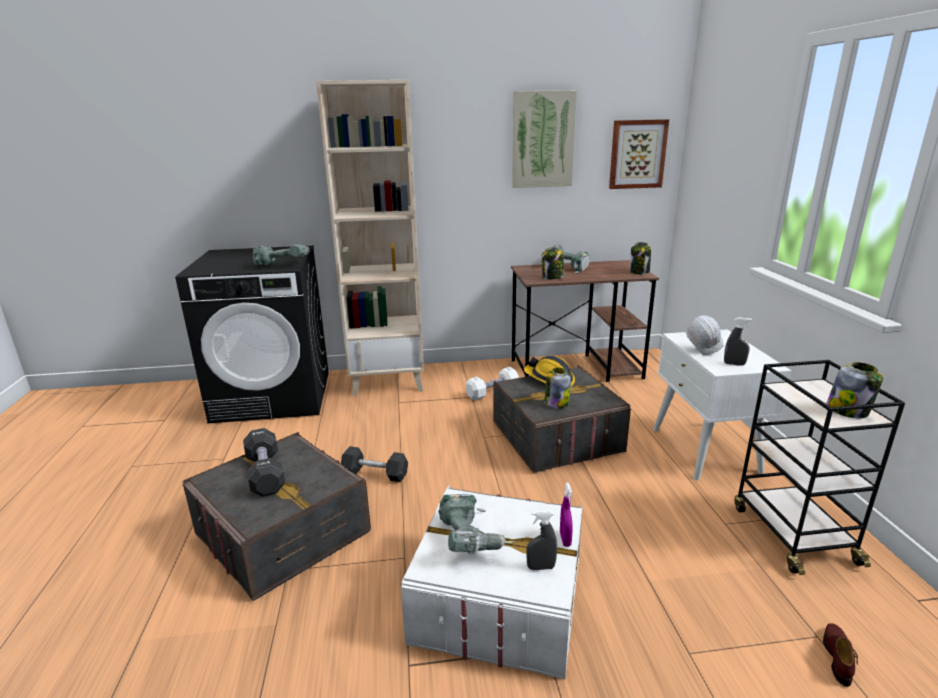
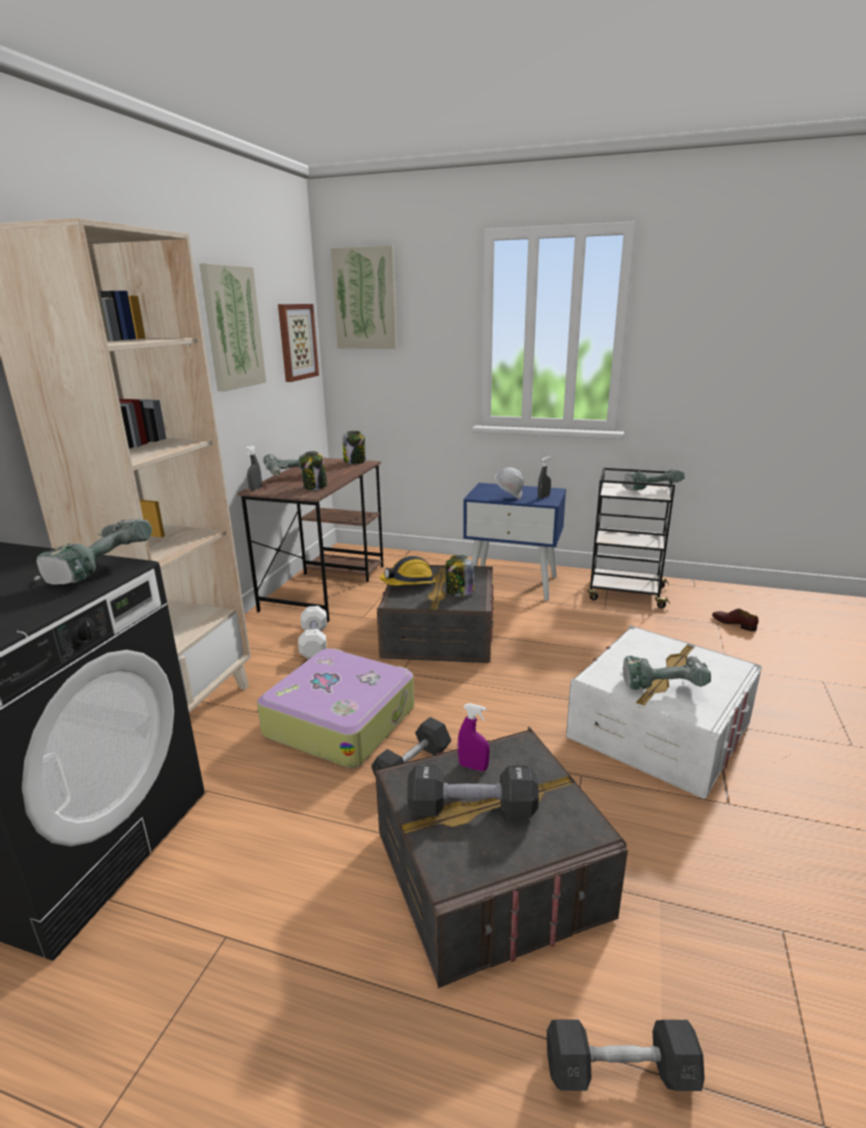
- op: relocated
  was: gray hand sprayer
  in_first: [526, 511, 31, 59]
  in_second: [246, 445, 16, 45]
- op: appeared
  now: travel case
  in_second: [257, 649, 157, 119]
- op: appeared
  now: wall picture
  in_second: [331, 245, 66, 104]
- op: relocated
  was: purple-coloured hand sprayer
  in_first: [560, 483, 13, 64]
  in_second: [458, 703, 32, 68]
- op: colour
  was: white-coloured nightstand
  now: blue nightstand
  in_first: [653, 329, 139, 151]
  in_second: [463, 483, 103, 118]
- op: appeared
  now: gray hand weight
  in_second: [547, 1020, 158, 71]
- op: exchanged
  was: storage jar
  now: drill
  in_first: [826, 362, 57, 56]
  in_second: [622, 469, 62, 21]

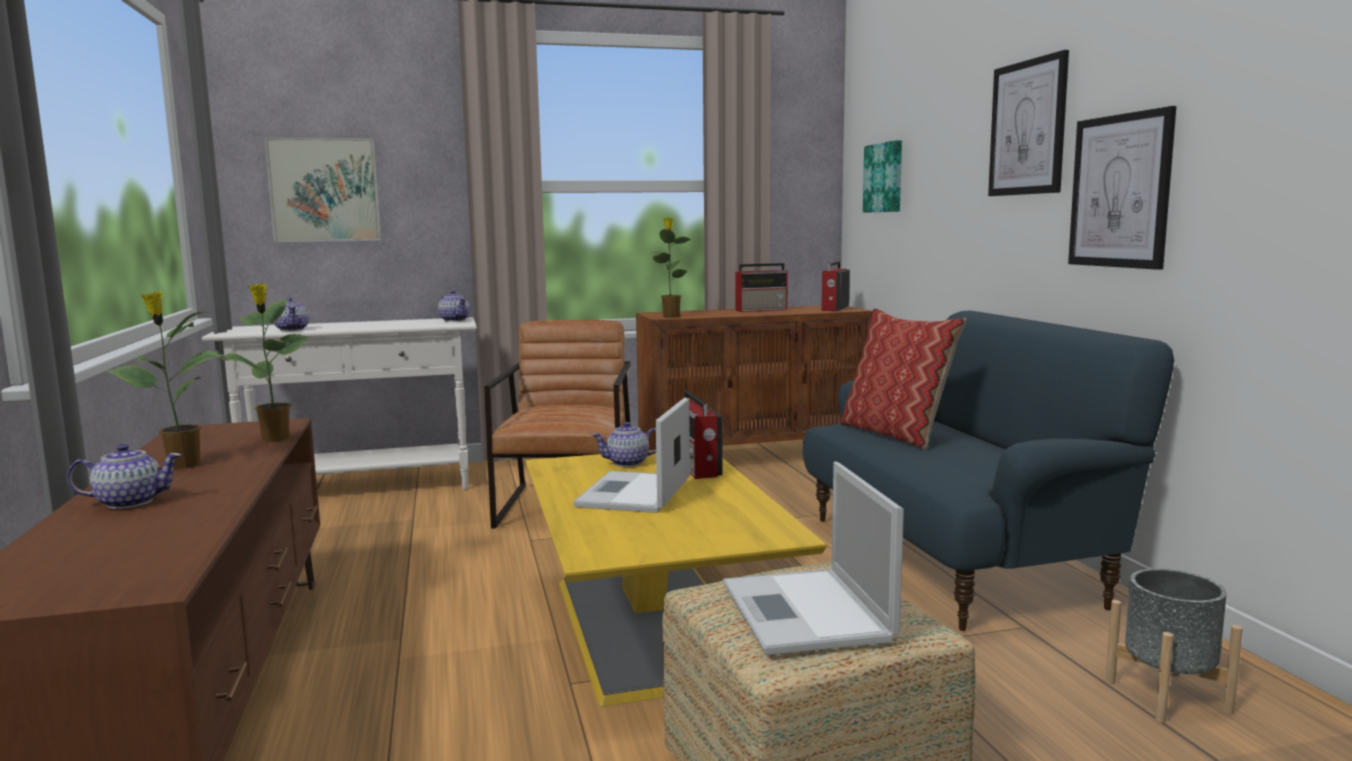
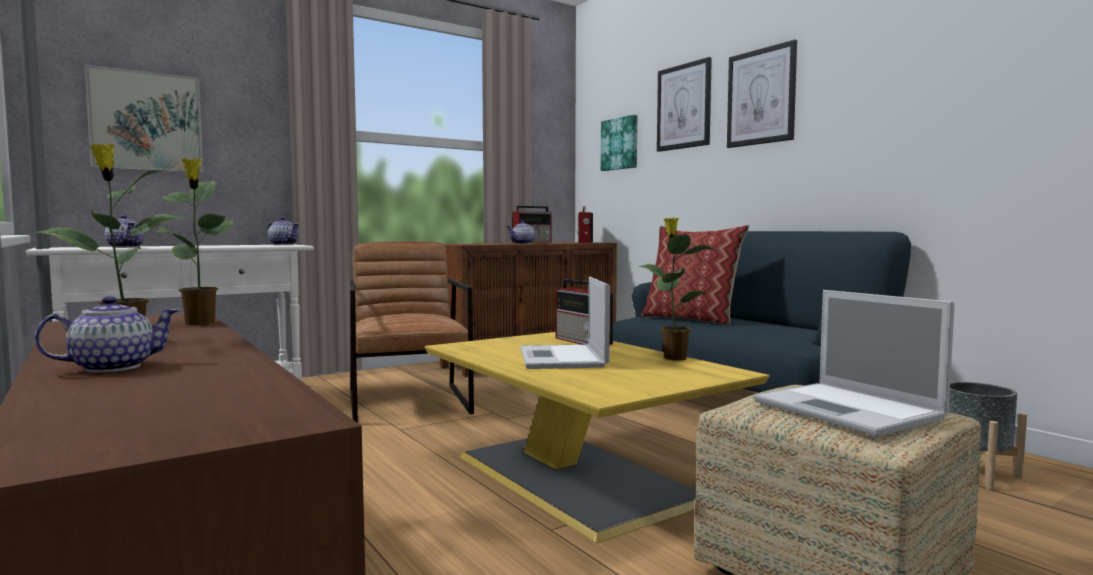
- op: relocated
  was: pot for tea
  in_first: [592, 422, 64, 45]
  in_second: [506, 221, 34, 23]
- op: relocated
  was: plant in a pot
  in_first: [650, 217, 42, 101]
  in_second: [639, 217, 76, 143]
- op: relocated
  was: wall picture
  in_first: [1068, 106, 108, 164]
  in_second: [657, 57, 55, 95]

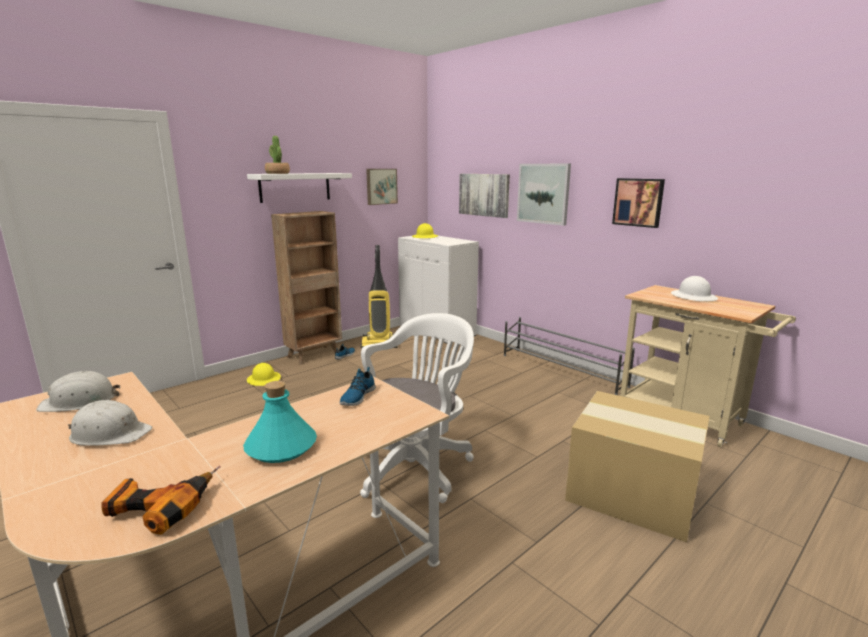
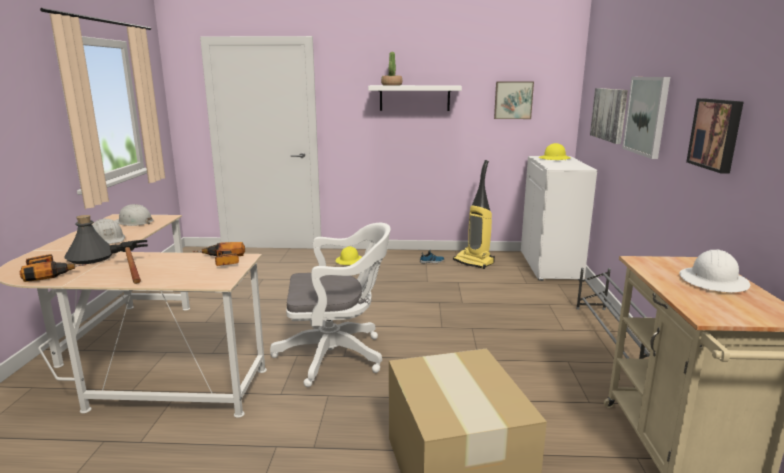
- op: appeared
  now: gray drink bottle
  in_second: [64, 215, 49, 49]
- op: exchanged
  was: turquoise drink bottle
  now: hand hammer
  in_first: [243, 381, 74, 82]
  in_second: [110, 240, 38, 44]
- op: exchanged
  was: low shoe
  now: drill
  in_first: [339, 367, 37, 39]
  in_second: [192, 242, 53, 24]
- op: missing
  was: brown-coloured bookshelf
  in_first: [271, 211, 71, 153]

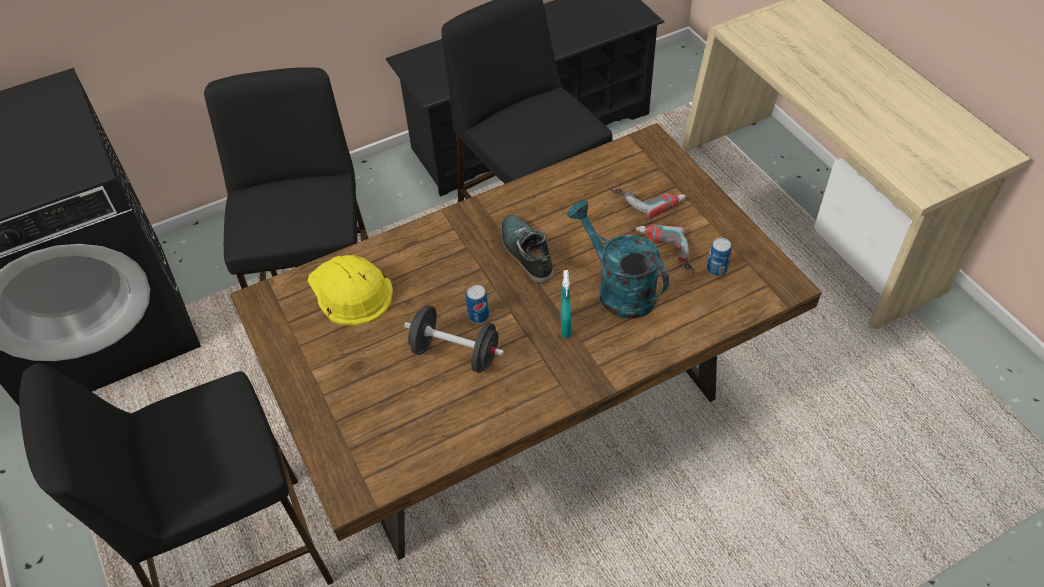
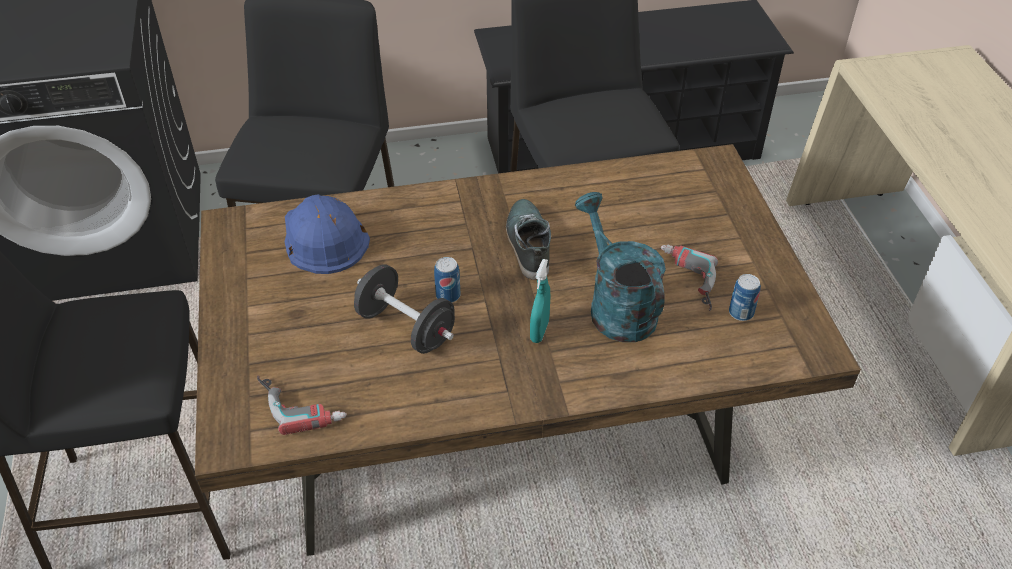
- op: relocated
  was: drill
  in_first: [609, 188, 77, 31]
  in_second: [257, 375, 90, 60]
- op: colour
  was: yellow hard hat
  now: blue hard hat
  in_first: [308, 255, 85, 71]
  in_second: [285, 194, 85, 80]

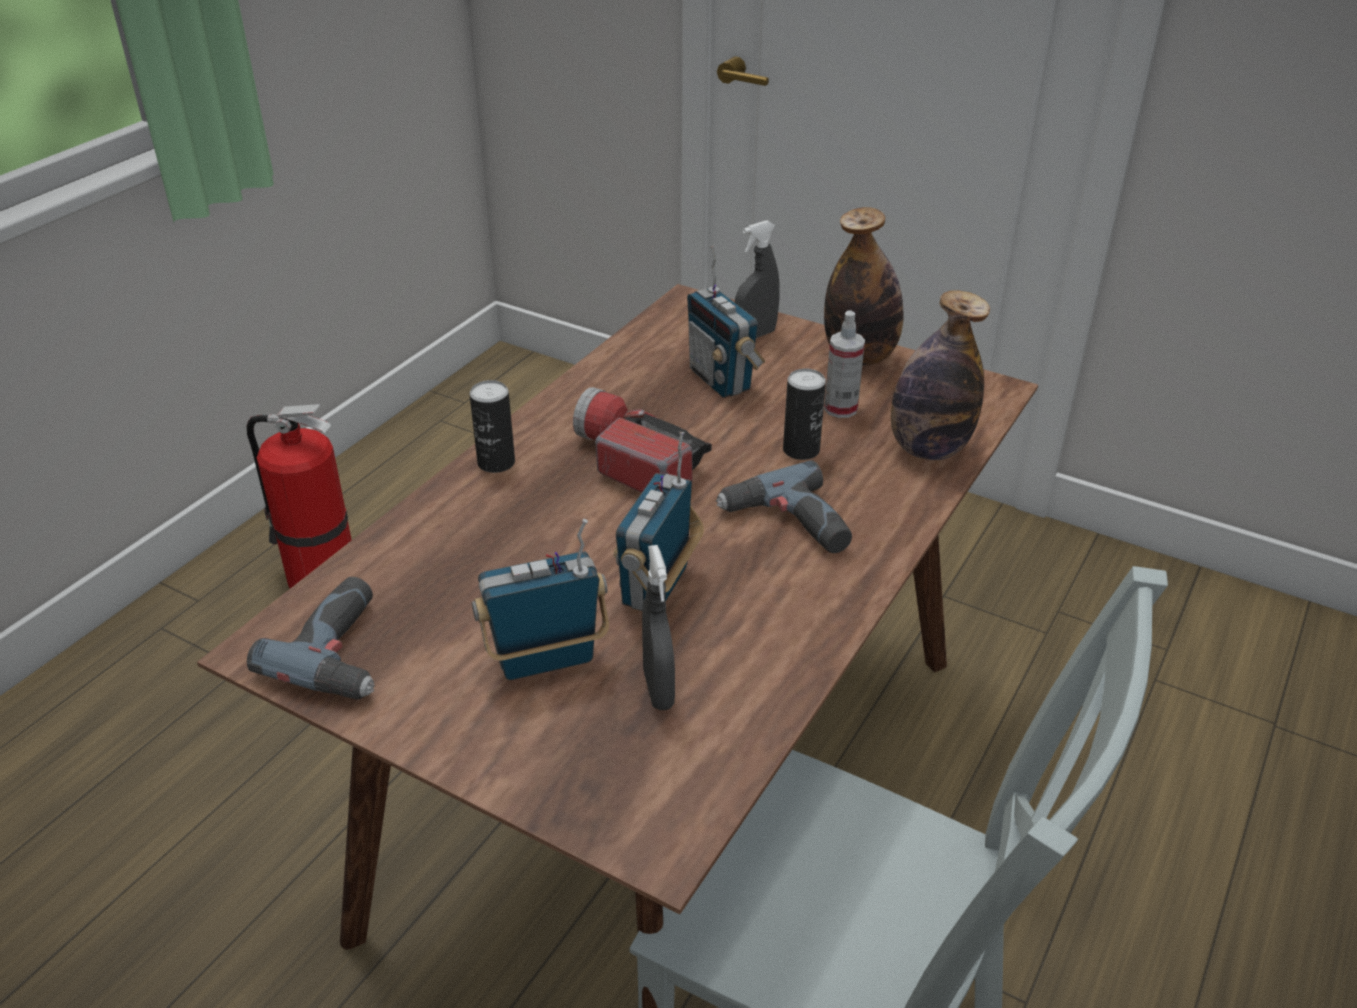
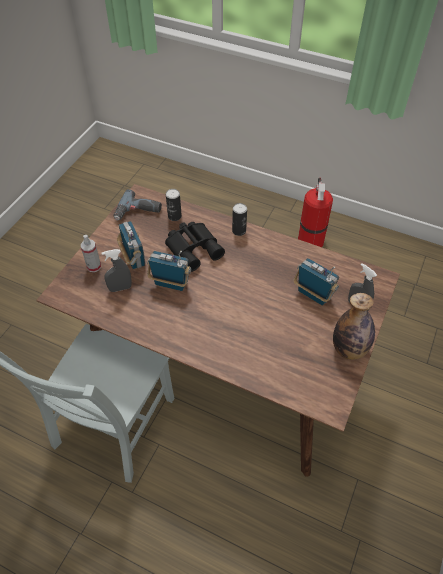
- op: relocated
  was: hand sprayer
  in_first: [824, 311, 41, 107]
  in_second: [81, 235, 20, 37]
- op: appeared
  now: black binoculars
  in_second: [165, 222, 60, 50]
- op: relocated
  was: metal can
  in_first: [783, 369, 43, 91]
  in_second: [166, 189, 16, 32]
- op: spun
  was: radio
  in_first: [687, 246, 78, 152]
  in_second: [294, 258, 45, 48]
  clockwise: 75
- op: missing
  was: flashlight
  in_first: [573, 387, 139, 106]
- op: missing
  was: drill
  in_first: [716, 460, 136, 93]
- op: missing
  was: drink bottle
  in_first: [891, 290, 99, 170]

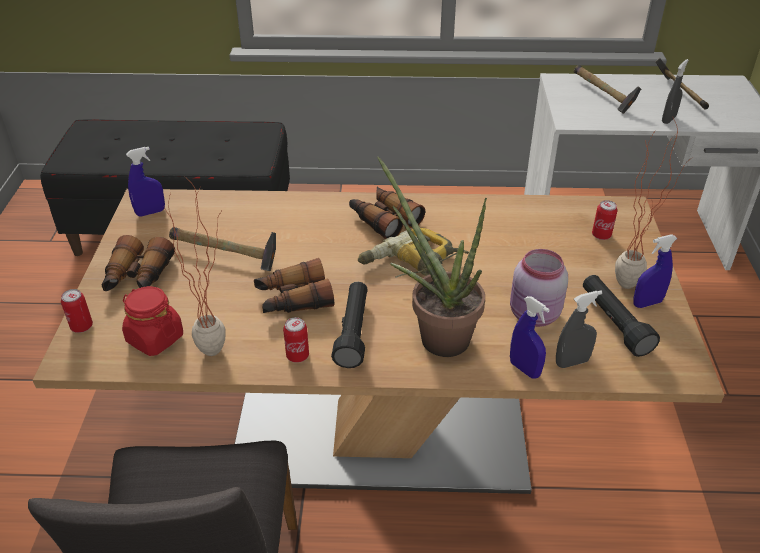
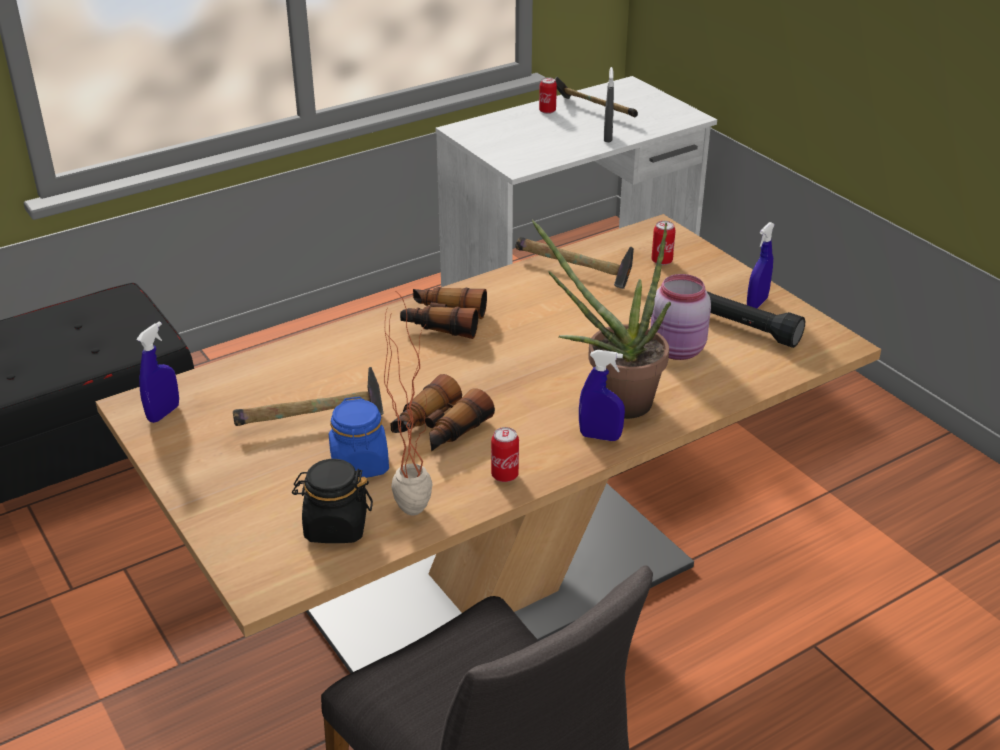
- op: colour
  was: red-coloured storage jar
  now: black storage jar
  in_first: [122, 286, 61, 70]
  in_second: [292, 459, 81, 84]
- op: appeared
  now: blue storage jar
  in_second: [329, 397, 60, 81]
- op: relocated
  was: hand hammer
  in_first: [574, 65, 67, 49]
  in_second: [515, 237, 119, 52]
- op: relocated
  was: metal can
  in_first: [61, 289, 32, 44]
  in_second: [539, 77, 18, 37]
- op: relocated
  was: blue hand sprayer
  in_first: [510, 296, 40, 82]
  in_second: [579, 350, 46, 91]
- op: missing
  was: binoculars
  in_first: [101, 235, 74, 56]
- op: missing
  was: black flashlight
  in_first: [331, 282, 37, 86]
- op: missing
  was: drill
  in_first: [358, 228, 111, 50]
- op: missing
  was: gray hand sprayer
  in_first: [556, 290, 46, 78]
- op: missing
  was: plant in a pot
  in_first: [615, 116, 77, 173]

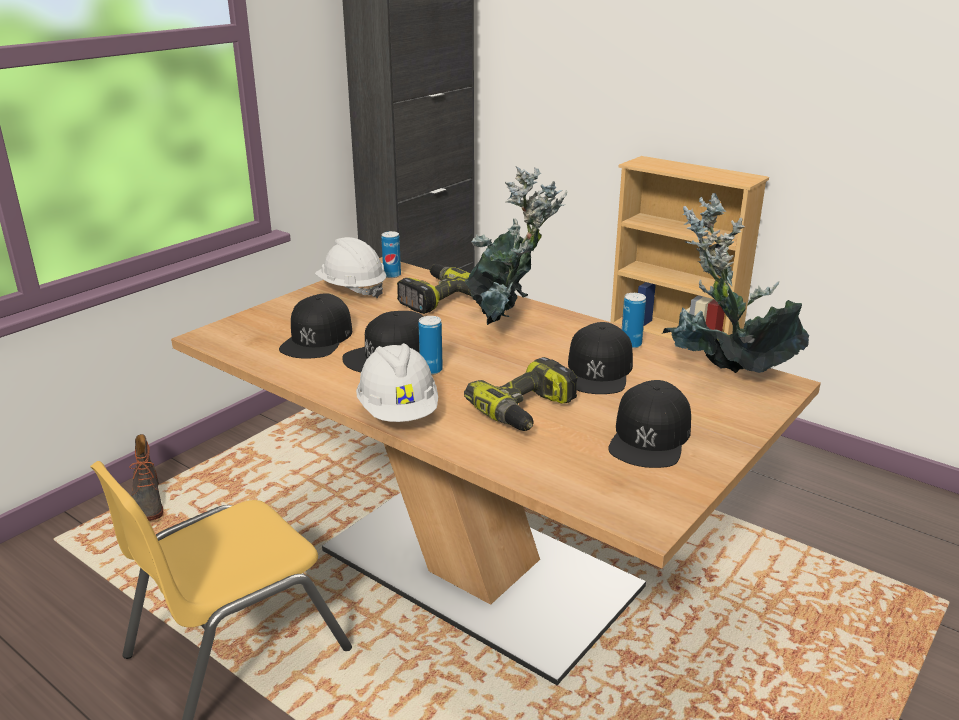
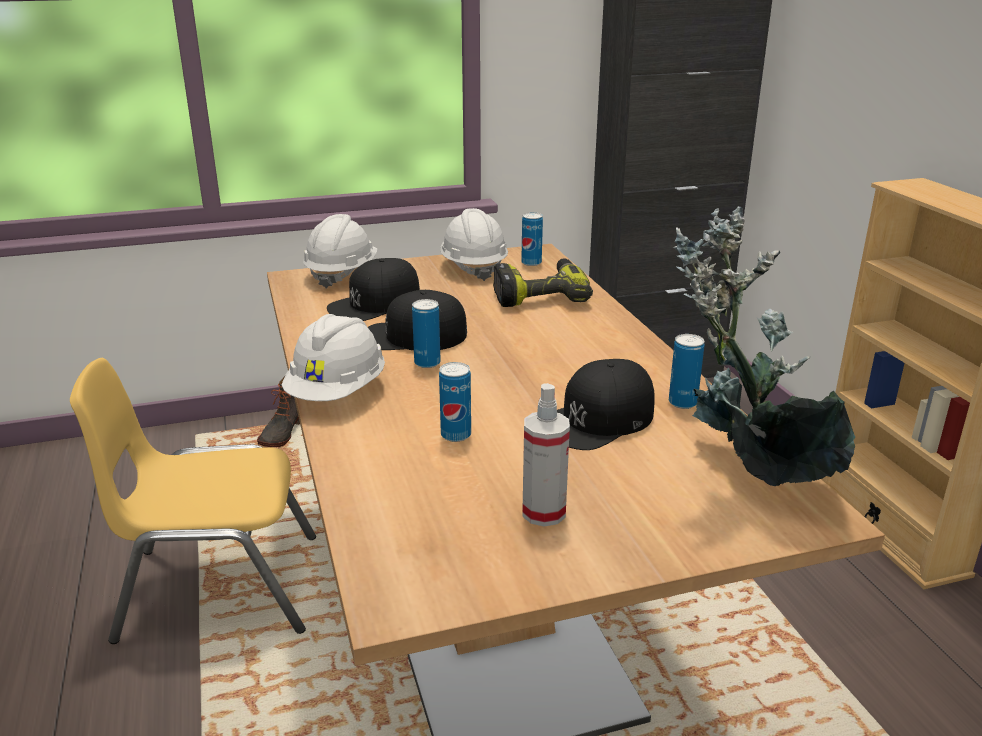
- op: appeared
  now: white-coloured hard hat
  in_second: [303, 214, 75, 75]
- op: exchanged
  was: drill
  now: metal can
  in_first: [464, 357, 113, 74]
  in_second: [439, 362, 32, 80]
- op: exchanged
  was: black cap
  now: hand sprayer
  in_first: [608, 380, 83, 88]
  in_second: [523, 383, 47, 144]
- op: missing
  was: plant in a pot
  in_first: [465, 167, 102, 158]

